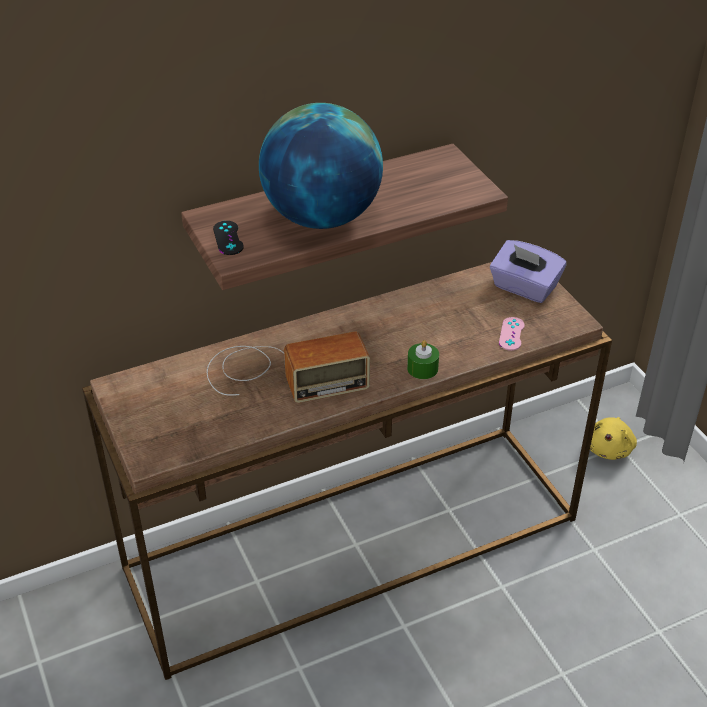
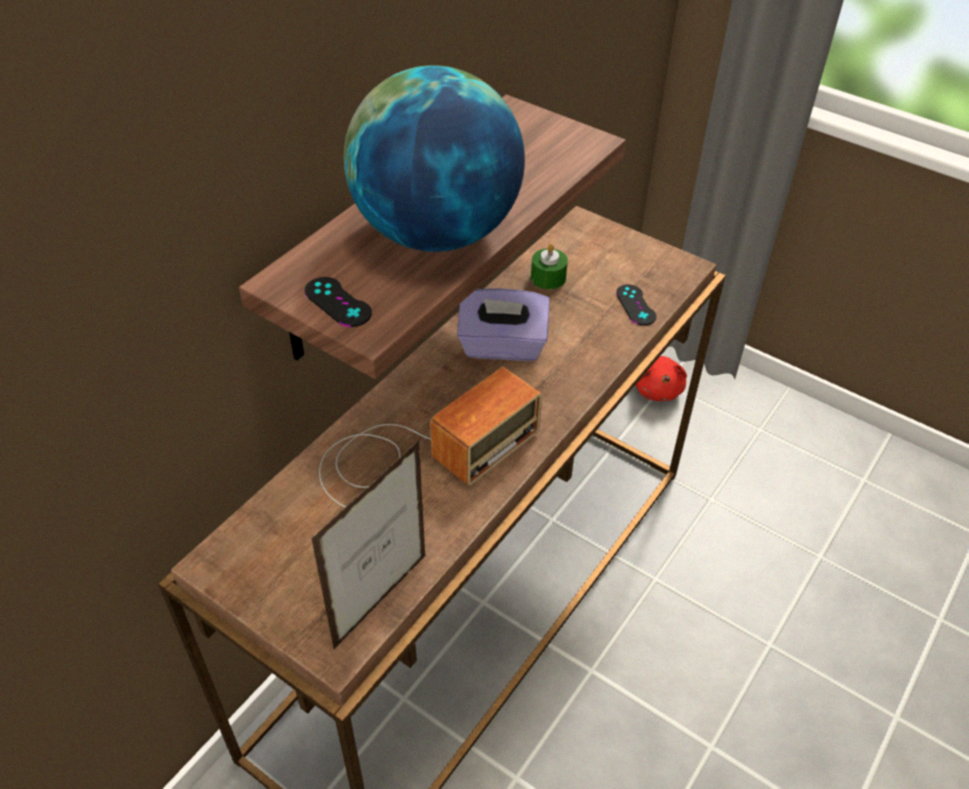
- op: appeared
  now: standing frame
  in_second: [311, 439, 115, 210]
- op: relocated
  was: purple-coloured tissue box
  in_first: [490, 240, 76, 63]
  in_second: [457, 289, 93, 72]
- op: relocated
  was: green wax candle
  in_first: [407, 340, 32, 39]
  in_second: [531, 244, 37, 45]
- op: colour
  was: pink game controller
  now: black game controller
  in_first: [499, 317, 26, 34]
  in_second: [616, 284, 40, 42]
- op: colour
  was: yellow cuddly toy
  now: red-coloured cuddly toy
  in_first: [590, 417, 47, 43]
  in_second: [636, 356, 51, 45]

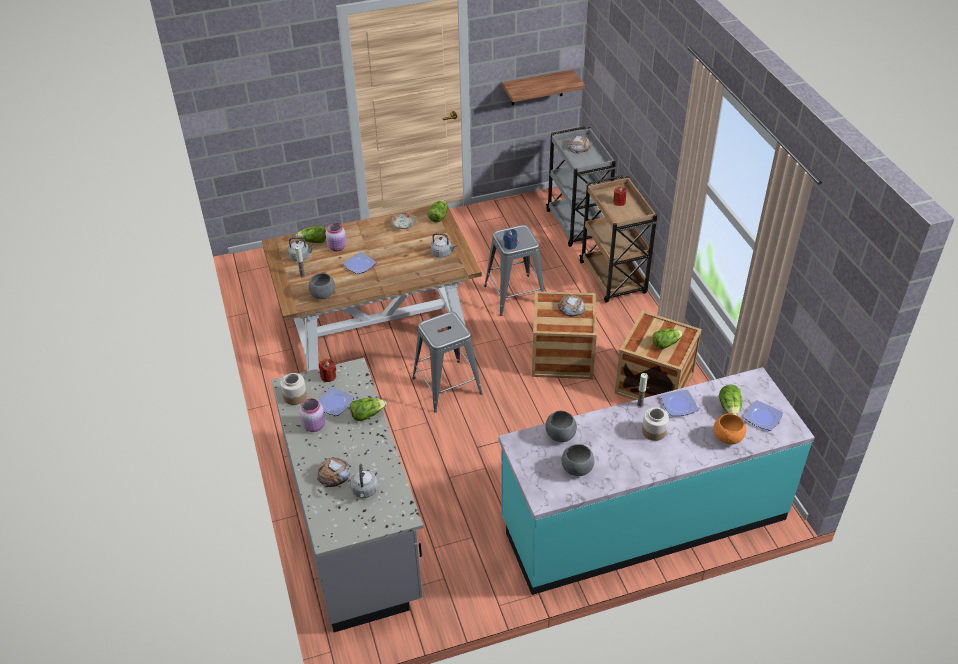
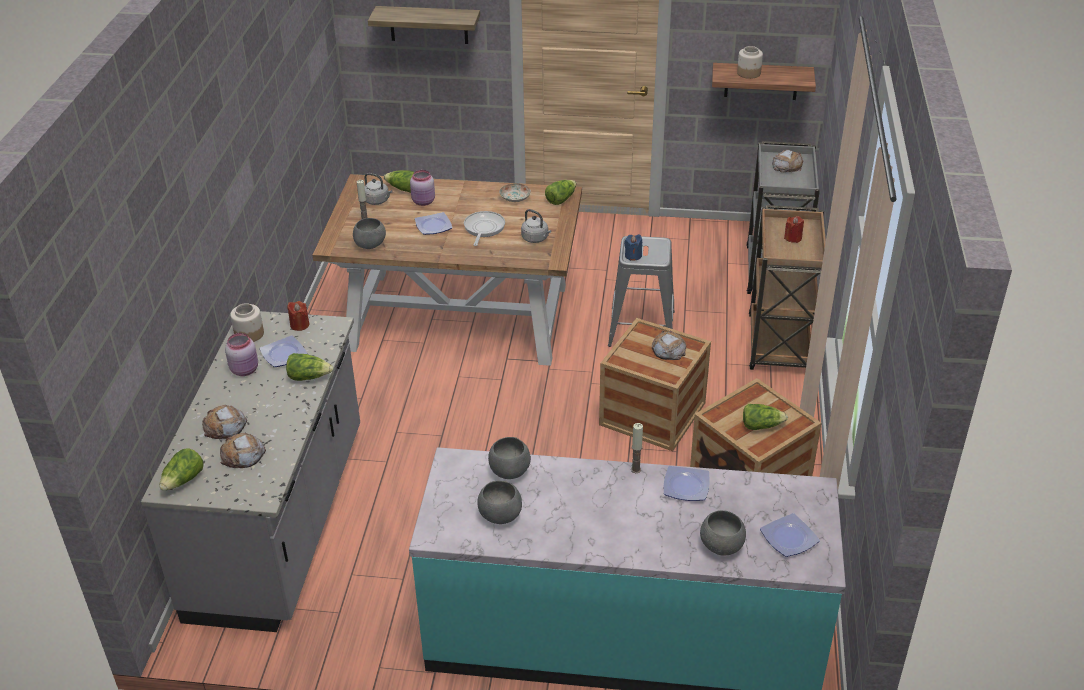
- op: relocated
  was: lettuce
  in_first: [719, 385, 23, 30]
  in_second: [159, 449, 45, 42]
- op: exchanged
  was: gray water kettle
  now: baked bread
  in_first: [350, 464, 28, 34]
  in_second: [220, 433, 46, 35]
- op: appeared
  now: bracket shelf
  in_second: [368, 6, 112, 38]
- op: appeared
  now: skillet
  in_second: [464, 211, 41, 35]
- op: colour
  was: orange-coloured deep dish
  now: gray deep dish
  in_first: [713, 414, 33, 31]
  in_second: [700, 510, 46, 45]
- op: relocated
  was: storage jar
  in_first: [642, 407, 27, 34]
  in_second: [737, 46, 26, 33]
- op: missing
  was: gray stool
  in_first: [412, 312, 71, 101]

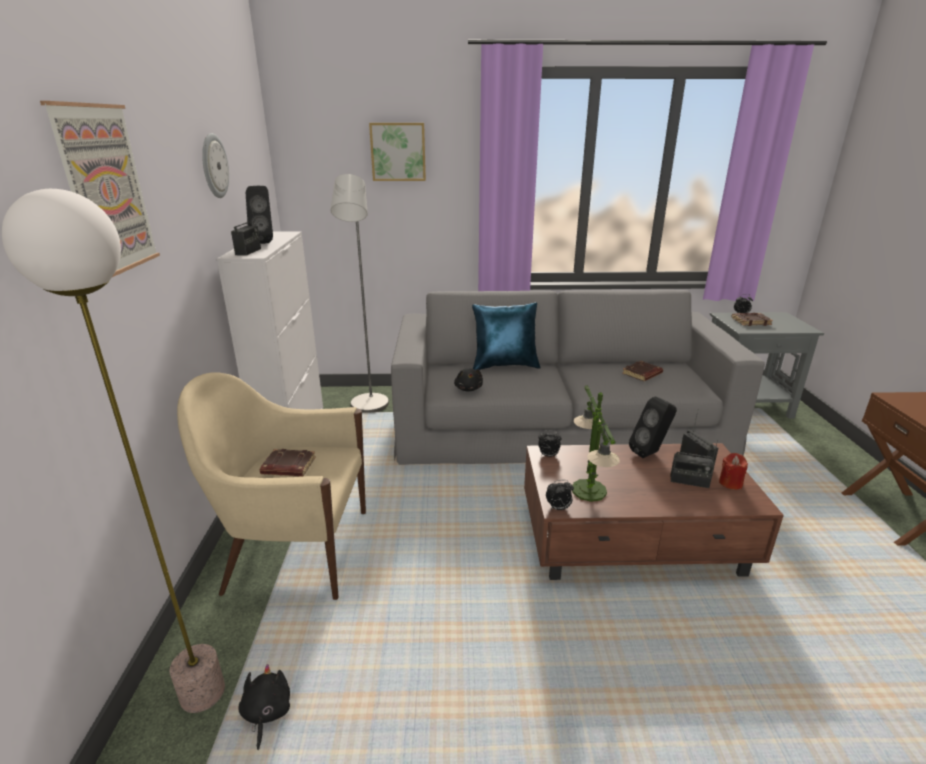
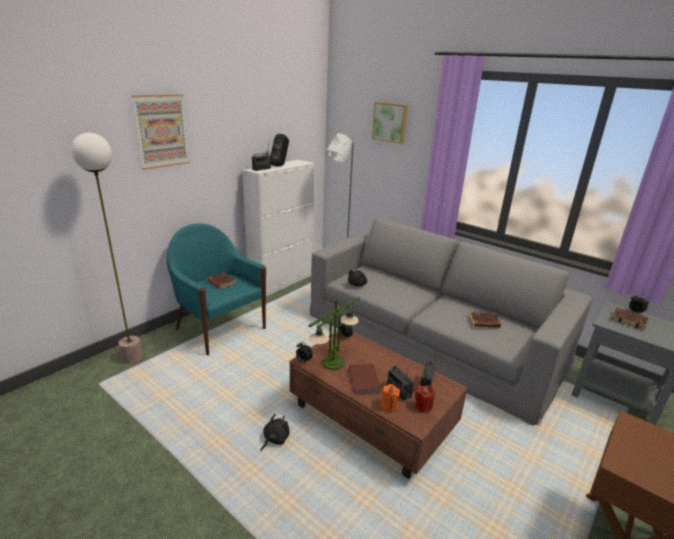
- op: colour
  was: sand-coloured easy chair
  now: turquoise easy chair
  in_first: [177, 372, 189, 228]
  in_second: [166, 223, 100, 132]
- op: relocated
  was: black cuddly toy
  in_first: [239, 664, 51, 86]
  in_second: [260, 414, 30, 37]
- op: appeared
  now: brown-coloured bound book
  in_second: [349, 364, 32, 31]
- op: appeared
  now: orange-coloured wax candle
  in_second: [381, 384, 19, 28]
- op: missing
  was: hanging clock
  in_first: [202, 133, 27, 65]
- op: missing
  was: blue pillow
  in_first: [472, 302, 68, 68]
- op: missing
  was: black speaker
  in_first: [629, 396, 48, 62]

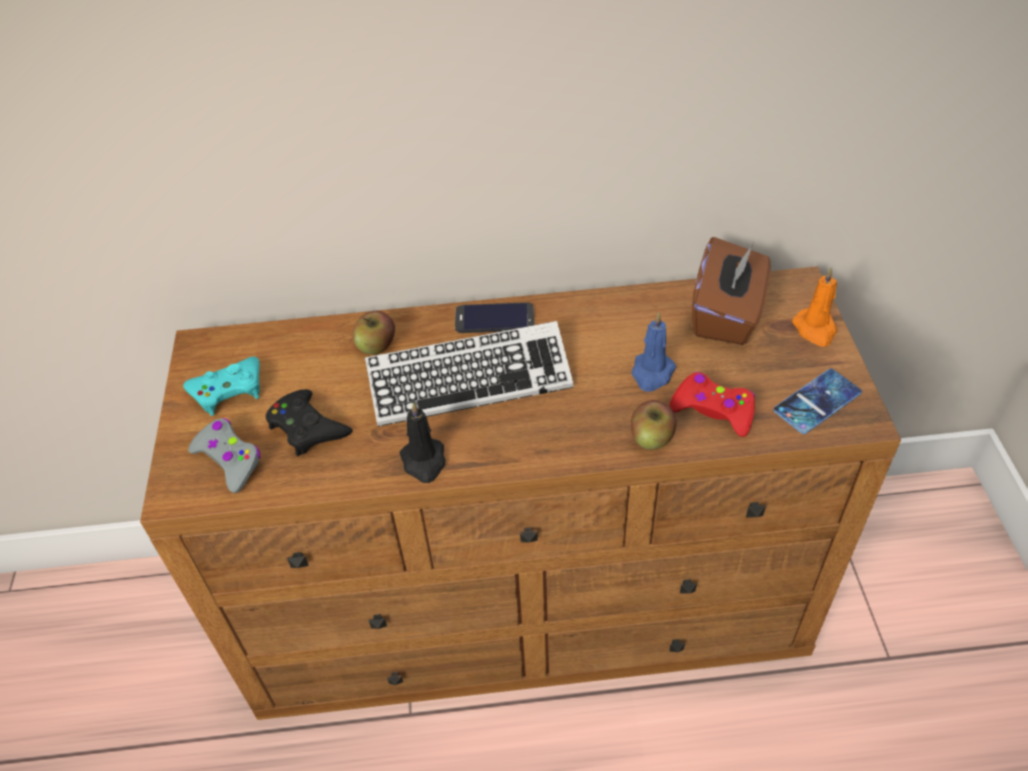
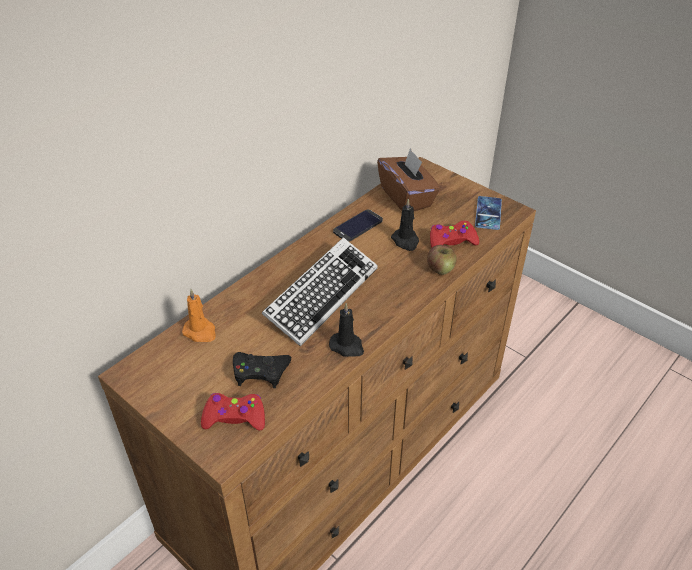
- op: relocated
  was: orange-coloured wax candle
  in_first: [792, 267, 45, 80]
  in_second: [182, 289, 33, 53]
- op: colour
  was: gray game controller
  now: red-coloured game controller
  in_first: [188, 418, 73, 75]
  in_second: [201, 393, 64, 38]
- op: relocated
  was: handset
  in_first: [455, 302, 79, 31]
  in_second: [333, 210, 50, 32]
- op: colour
  was: blue wax candle
  now: black wax candle
  in_first: [632, 312, 44, 80]
  in_second: [391, 198, 28, 53]
- op: missing
  was: turquoise game controller
  in_first: [183, 357, 77, 59]
- op: missing
  was: whole apple
  in_first: [353, 311, 42, 44]

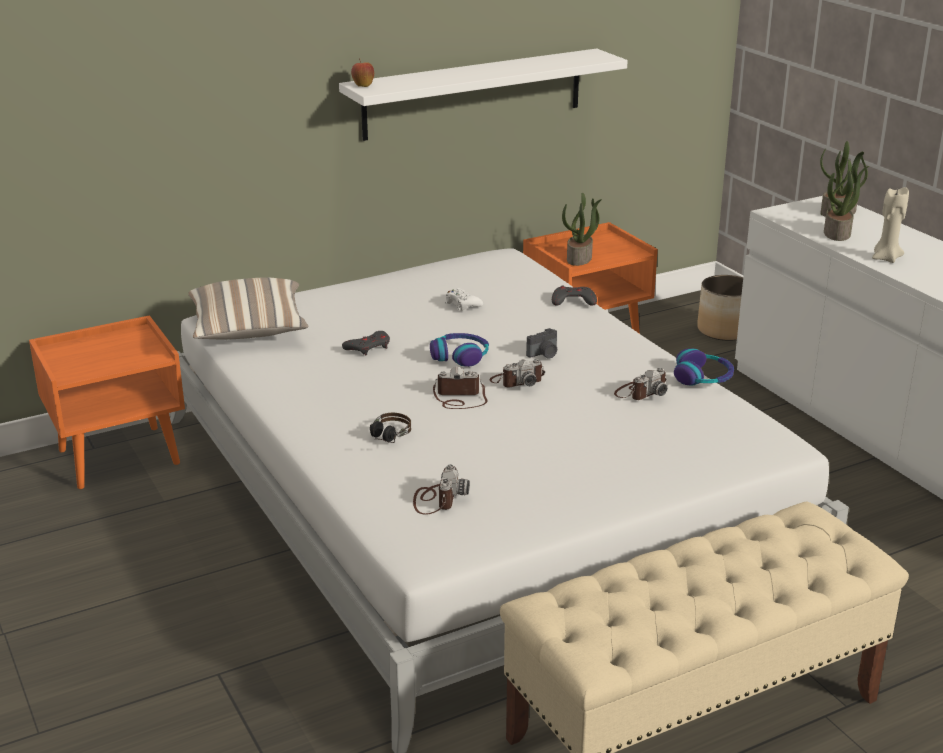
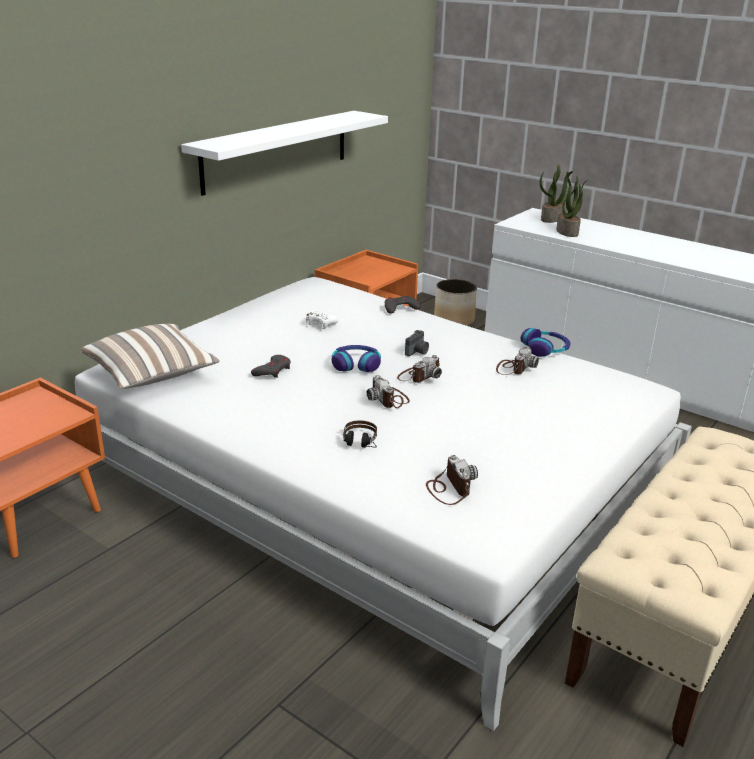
- op: spun
  was: still camera
  in_first: [433, 367, 54, 42]
  in_second: [367, 375, 43, 33]
  clockwise: -90
- op: missing
  was: whole apple
  in_first: [351, 58, 23, 29]
- op: missing
  was: plant in a pot
  in_first: [562, 192, 40, 74]
- op: missing
  was: sand-coloured wax candle
  in_first: [872, 187, 37, 76]

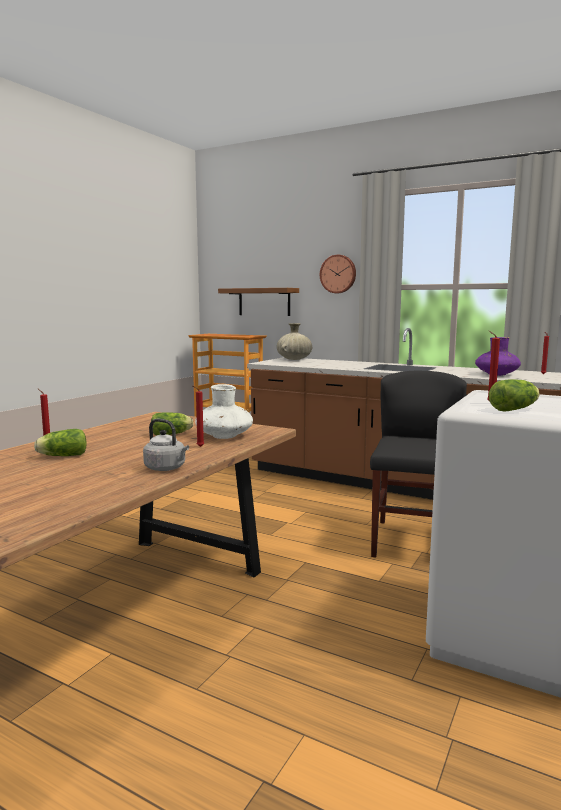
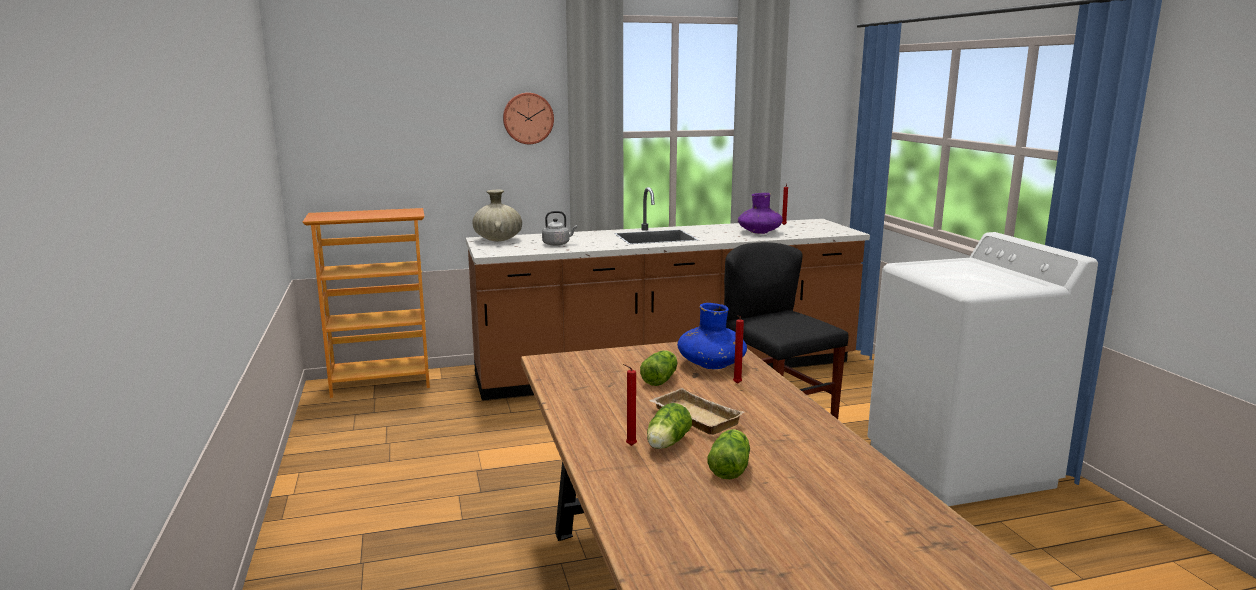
- op: relocated
  was: gray water kettle
  in_first: [143, 419, 46, 52]
  in_second: [542, 211, 35, 35]
- op: appeared
  now: sand-coloured carrying tray
  in_second: [649, 388, 96, 47]
- op: colour
  was: white-coloured flower vase
  now: blue flower vase
  in_first: [195, 384, 58, 55]
  in_second: [677, 303, 70, 66]
- op: relocated
  was: lettuce
  in_first: [489, 379, 51, 33]
  in_second: [708, 429, 42, 50]
- op: missing
  was: brown-coloured bracket shelf
  in_first: [218, 288, 81, 28]
- op: missing
  was: red-coloured wax candle
  in_first: [487, 331, 13, 70]

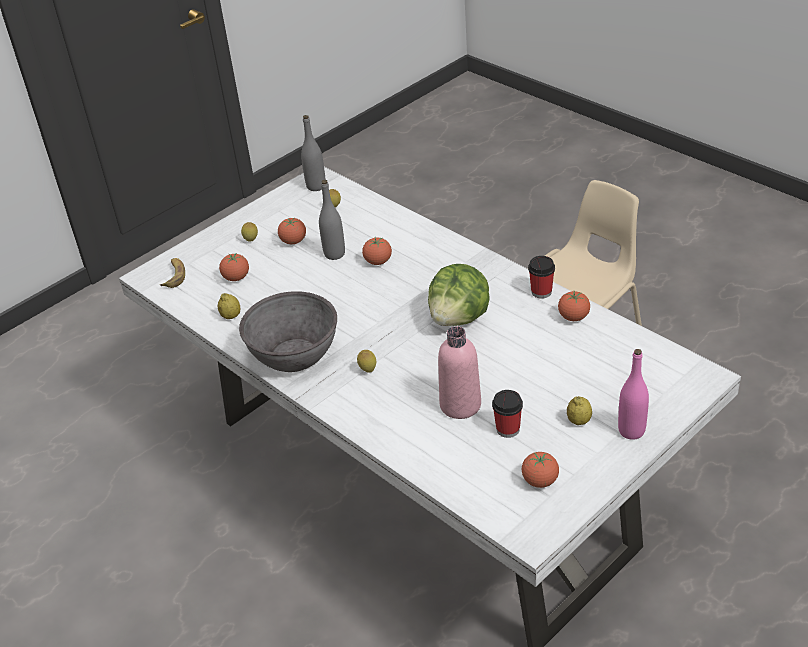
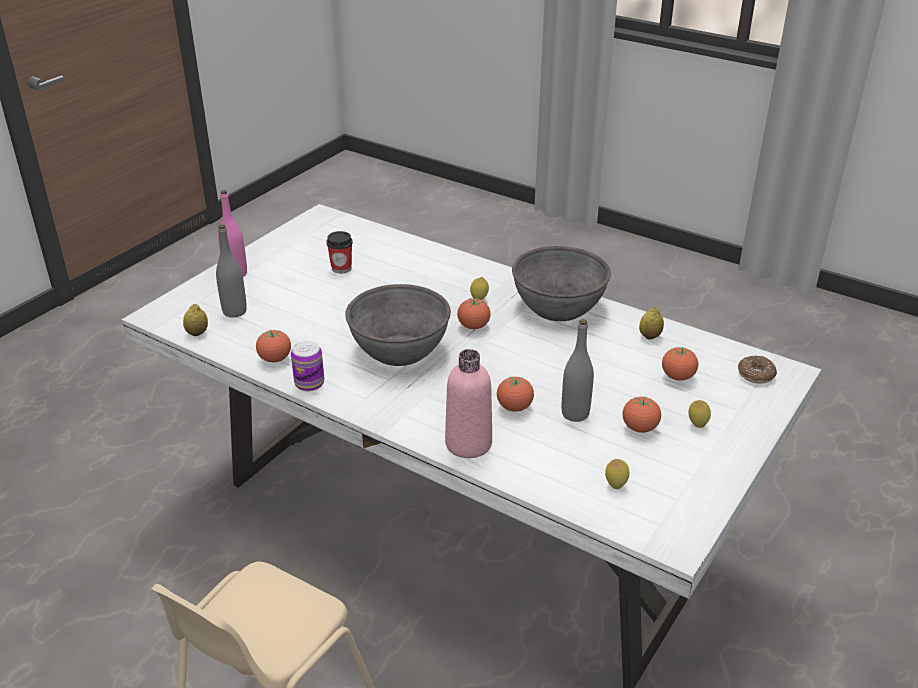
- op: relocated
  was: citrus fruit
  in_first: [567, 396, 25, 29]
  in_second: [183, 304, 25, 32]
- op: relocated
  was: gray drink bottle
  in_first: [301, 115, 25, 76]
  in_second: [216, 224, 31, 94]
- op: exchanged
  was: cup
  now: metal can
  in_first: [528, 256, 27, 43]
  in_second: [291, 341, 33, 50]
- op: exchanged
  was: lettuce
  now: gray deep dish
  in_first: [428, 264, 62, 62]
  in_second: [345, 284, 106, 82]
- op: relocated
  was: pink drink bottle
  in_first: [438, 326, 43, 93]
  in_second: [445, 349, 47, 109]
- op: relocated
  was: whole tomato
  in_first: [522, 452, 37, 36]
  in_second: [457, 298, 34, 31]
- op: exchanged
  was: banana
  now: ring doughnut
  in_first: [159, 258, 26, 30]
  in_second: [738, 356, 39, 27]

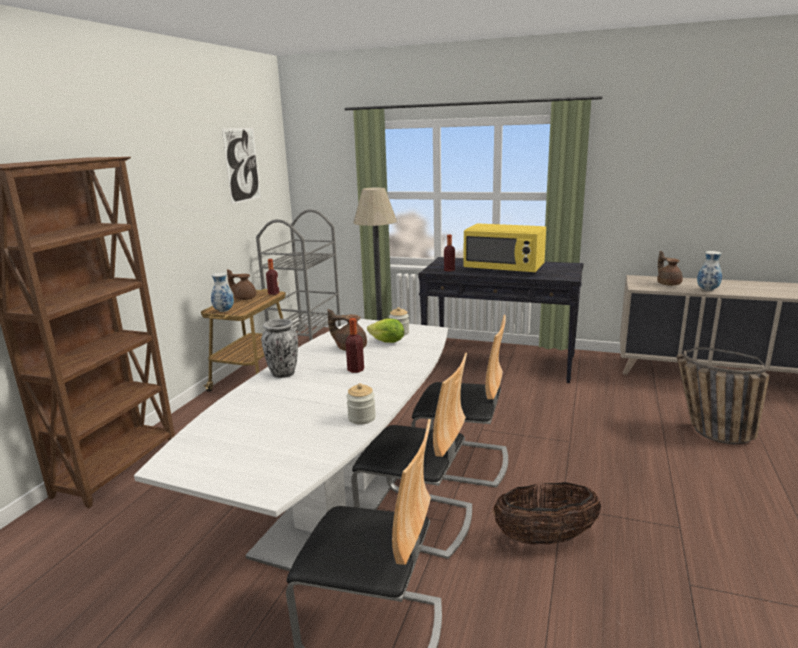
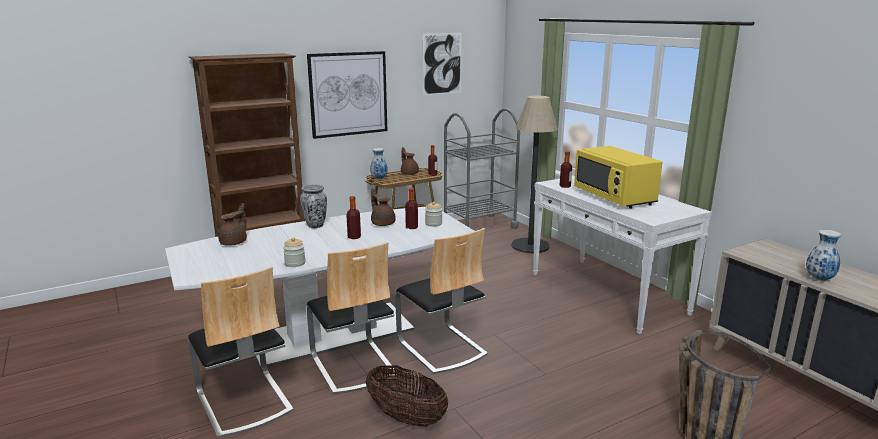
- op: relocated
  was: brown-coloured pot for tea
  in_first: [657, 251, 26, 35]
  in_second: [218, 203, 29, 43]
- op: appeared
  now: wall picture
  in_second: [307, 51, 80, 88]
- op: exchanged
  was: lettuce
  now: drink bottle
  in_first: [367, 319, 37, 24]
  in_second: [405, 188, 13, 41]
- op: colour
  was: black console table
  now: white-coloured console table
  in_first: [418, 257, 166, 126]
  in_second: [533, 176, 179, 158]

